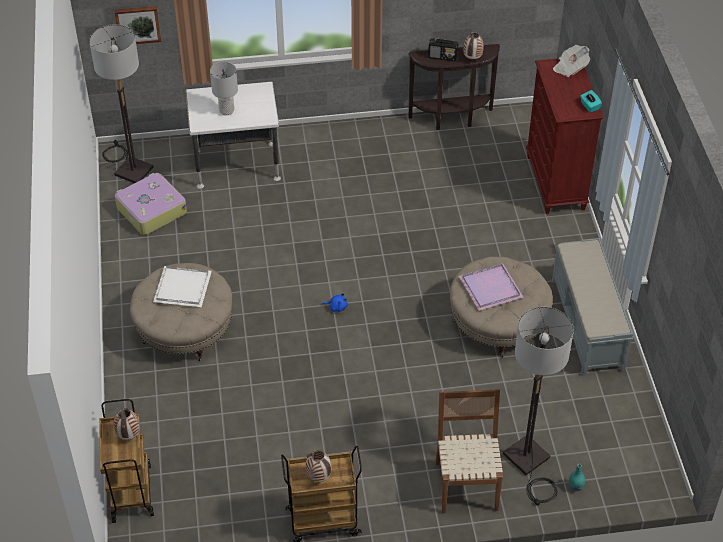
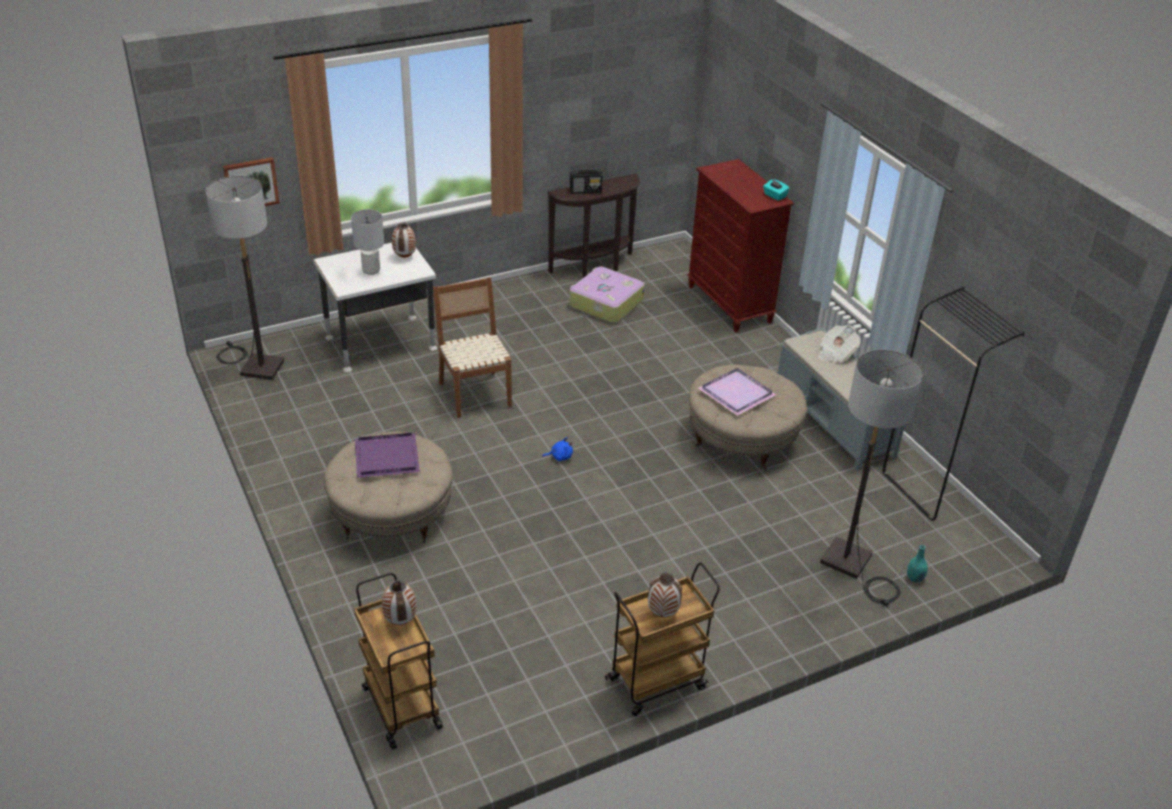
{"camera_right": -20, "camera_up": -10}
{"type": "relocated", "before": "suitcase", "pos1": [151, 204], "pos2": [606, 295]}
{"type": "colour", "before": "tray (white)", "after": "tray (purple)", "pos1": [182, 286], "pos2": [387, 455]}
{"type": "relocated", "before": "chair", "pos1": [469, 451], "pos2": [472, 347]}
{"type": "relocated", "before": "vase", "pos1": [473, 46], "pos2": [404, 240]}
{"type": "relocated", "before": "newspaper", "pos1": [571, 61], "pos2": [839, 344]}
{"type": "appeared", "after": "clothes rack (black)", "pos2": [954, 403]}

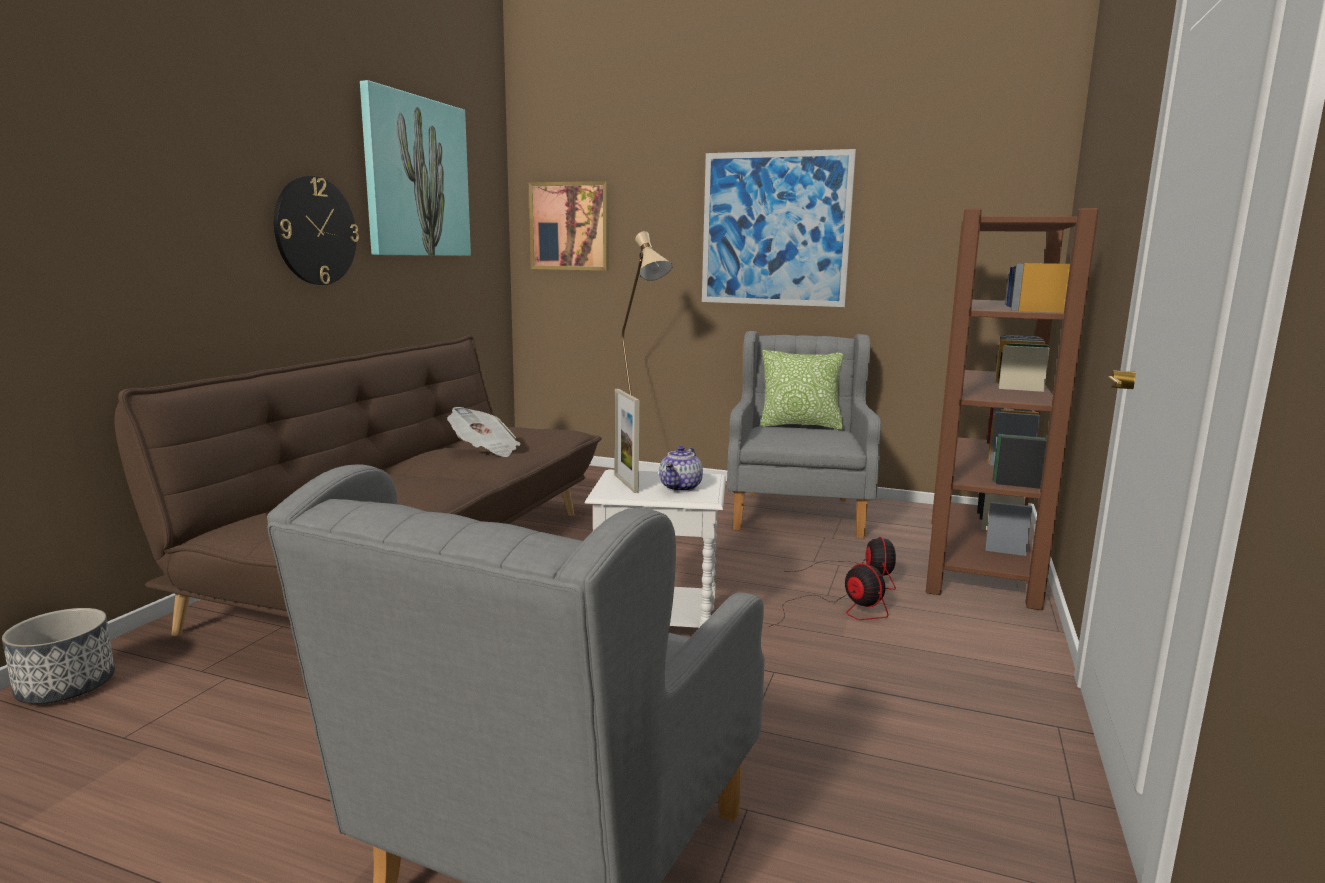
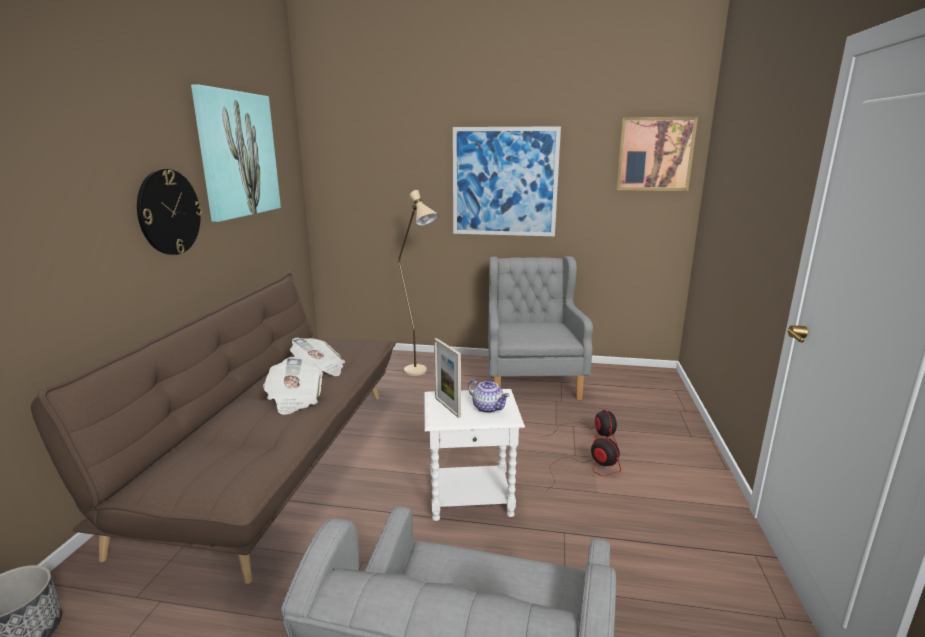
{"camera_right": -10, "camera_up": 5}
{"type": "relocated", "before": "picture", "pos1": [569, 226], "pos2": [657, 154]}
{"type": "spun", "before": "teapot", "pos1": [681, 469], "pos2": [489, 396], "turn": -60}
{"type": "missing", "before": "pillow", "pos1": [802, 390]}
{"type": "missing", "before": "bookcase (brown)", "pos1": [1012, 409]}
{"type": "appeared", "after": "newspaper", "pos2": [293, 386]}

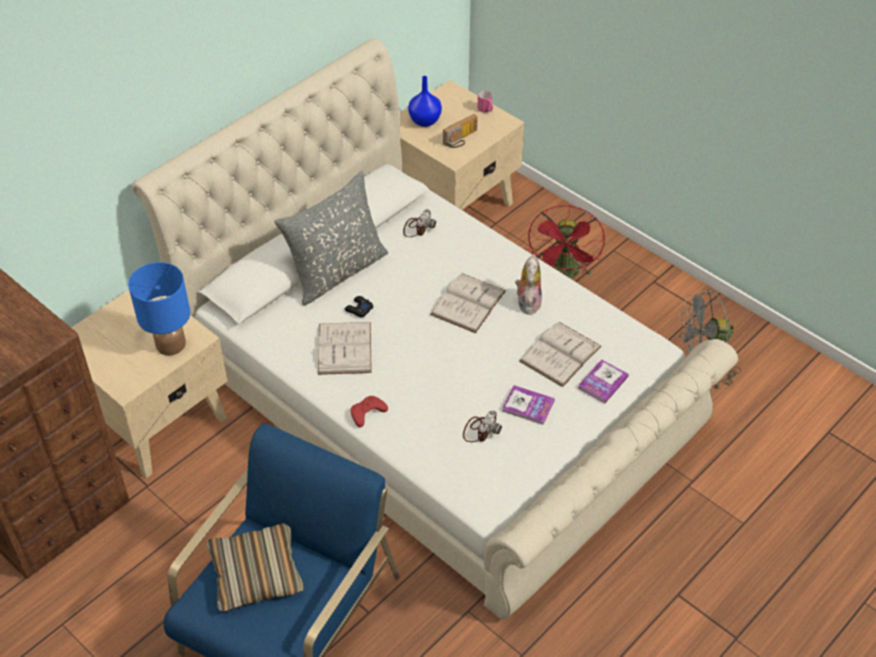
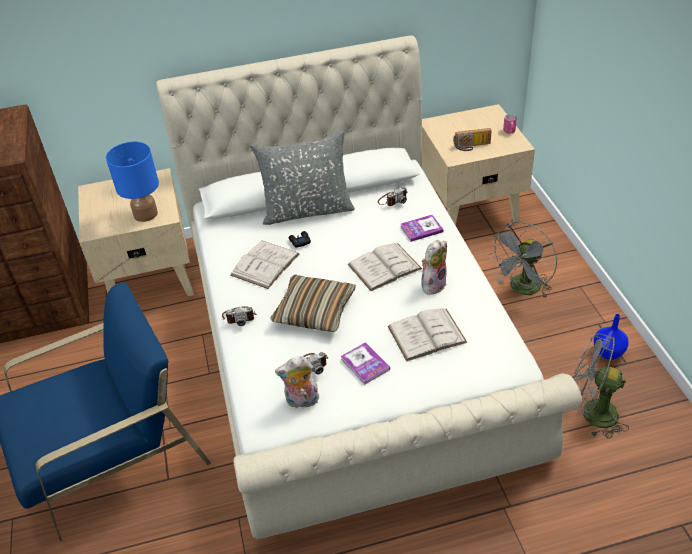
{"camera_right": 35, "camera_up": -5}
{"type": "relocated", "before": "pillow", "pos1": [255, 567], "pos2": [313, 303]}
{"type": "exchanged", "before": "game controller (red)", "after": "photo camera", "pos1": [369, 411], "pos2": [239, 316]}
{"type": "relocated", "before": "vase (blue)", "pos1": [425, 101], "pos2": [611, 337]}
{"type": "colour", "before": "fan (red)", "after": "fan (grey)", "pos1": [566, 242], "pos2": [523, 260]}
{"type": "relocated", "before": "book", "pos1": [603, 381], "pos2": [422, 228]}
{"type": "appeared", "after": "plush toy", "pos2": [297, 382]}

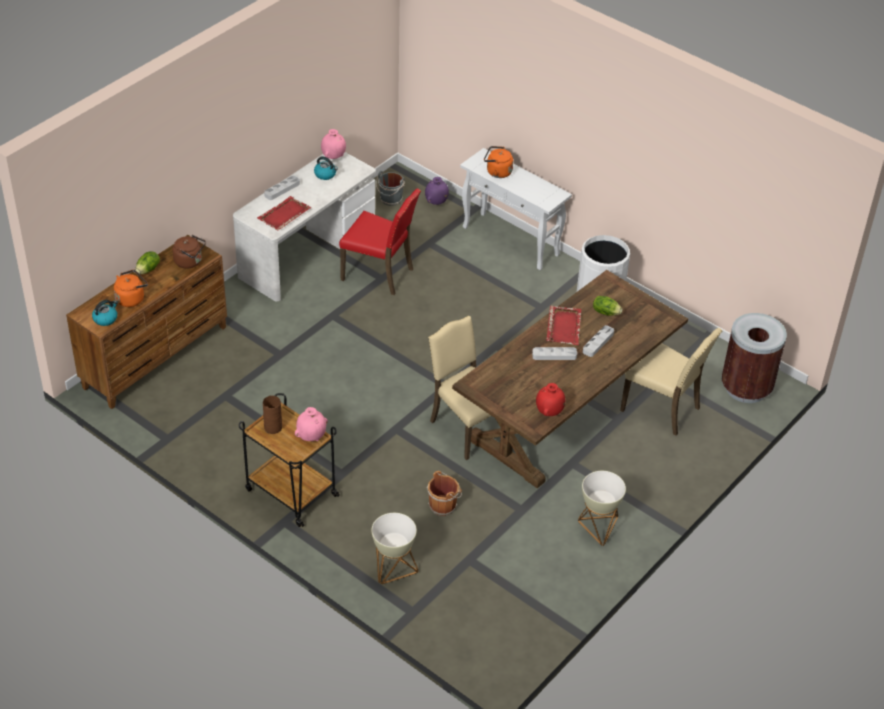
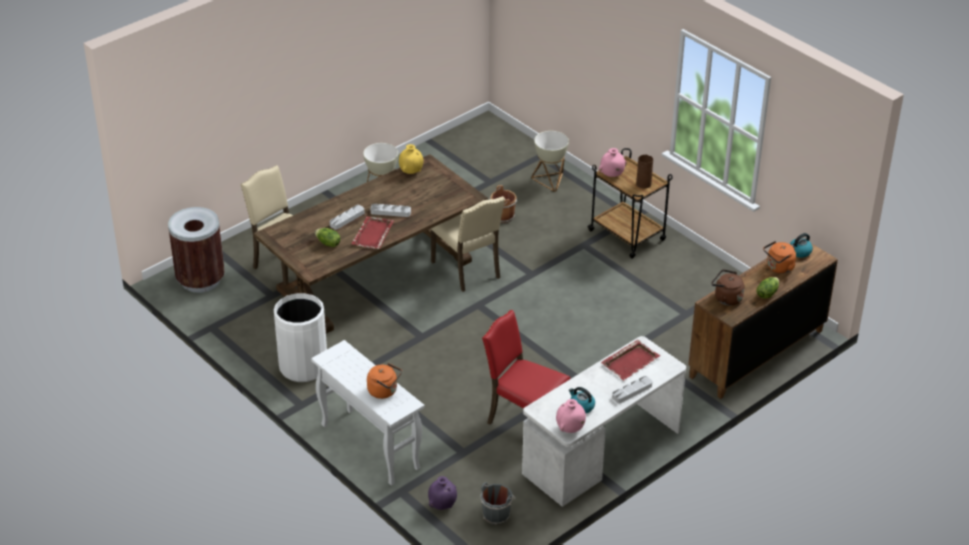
{"camera_right": -170, "camera_up": -5}
{"type": "colour", "before": "vase (red)", "after": "vase (yellow)", "pos1": [550, 399], "pos2": [411, 159]}

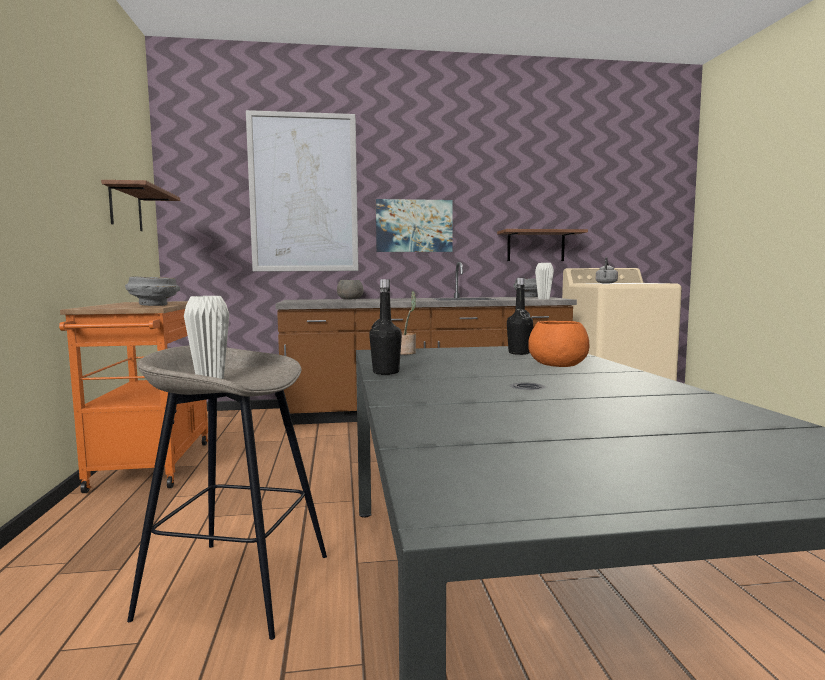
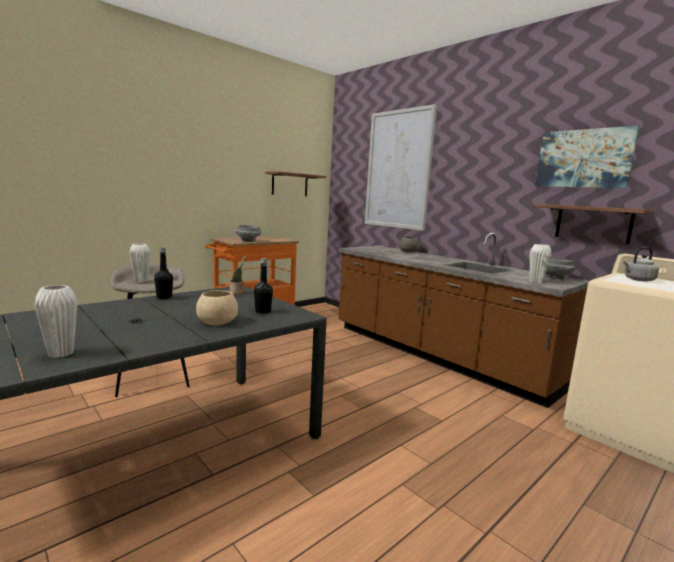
{"camera_right": 55, "camera_up": 5}
{"type": "relocated", "before": "picture", "pos1": [414, 225], "pos2": [587, 156]}
{"type": "colour", "before": "bowl (orange)", "after": "bowl (beige)", "pos1": [558, 344], "pos2": [217, 307]}
{"type": "appeared", "after": "vase (white)", "pos2": [55, 321]}

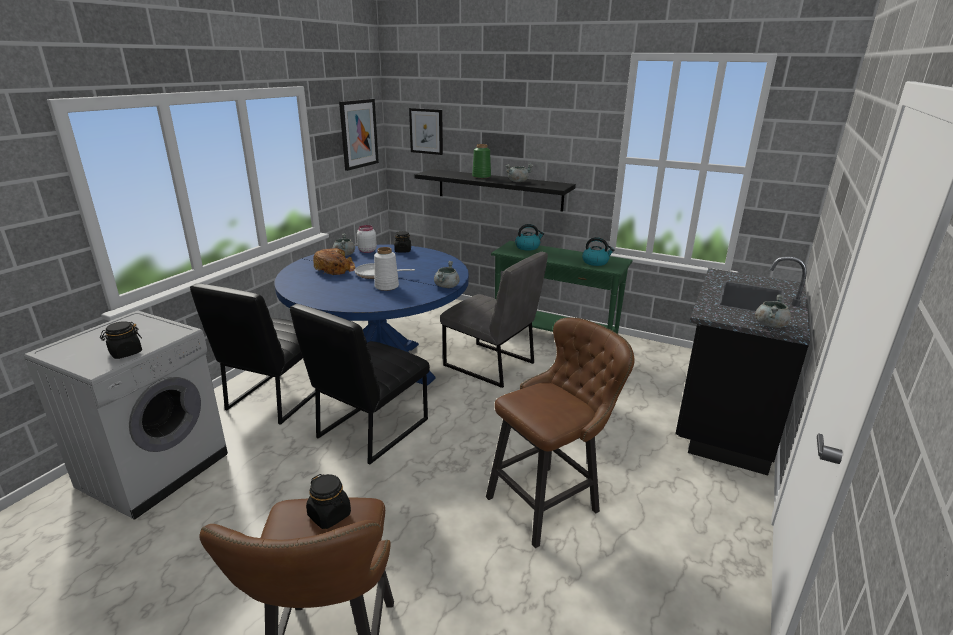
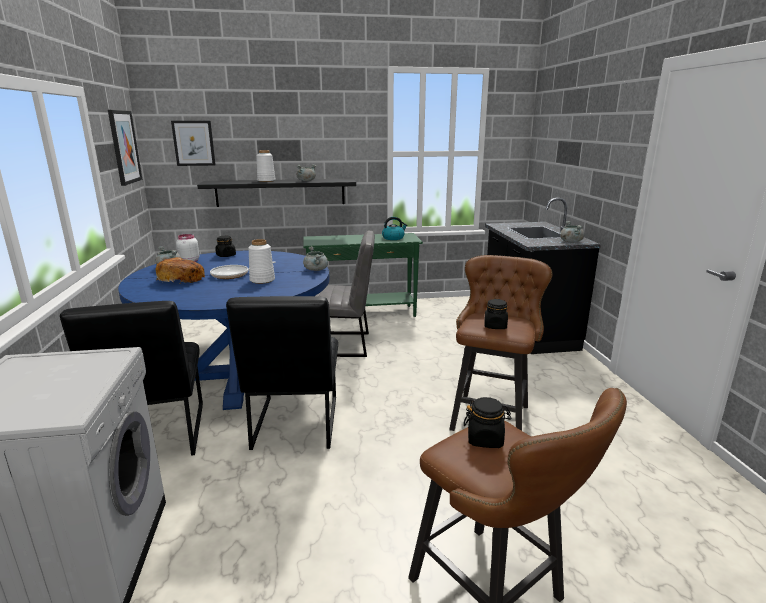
{"camera_right": -35, "camera_up": -5}
{"type": "relocated", "before": "jar (black)", "pos1": [121, 340], "pos2": [496, 314]}
{"type": "colour", "before": "vase (green)", "after": "vase (white)", "pos1": [481, 161], "pos2": [266, 166]}
{"type": "missing", "before": "kettle", "pos1": [529, 237]}

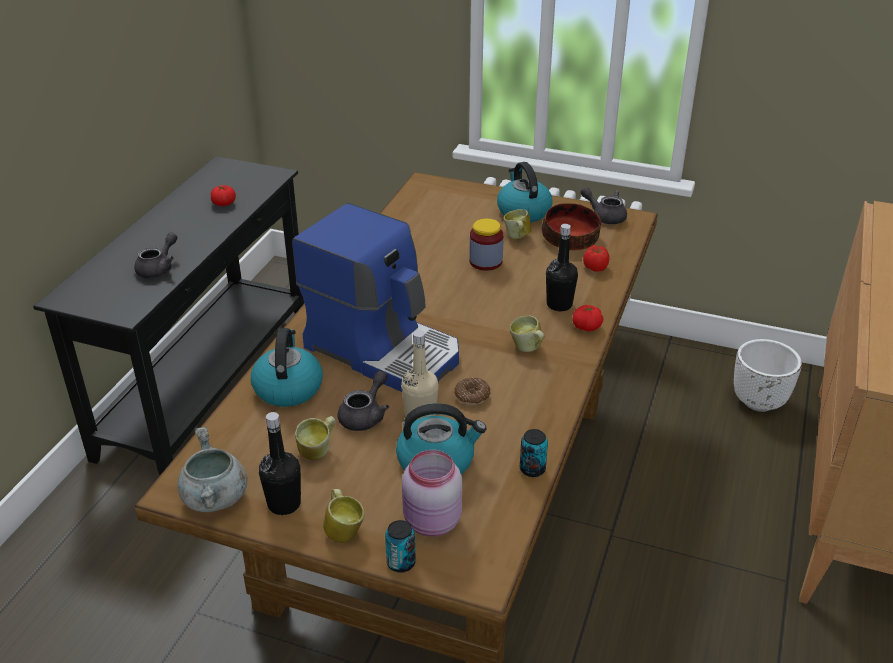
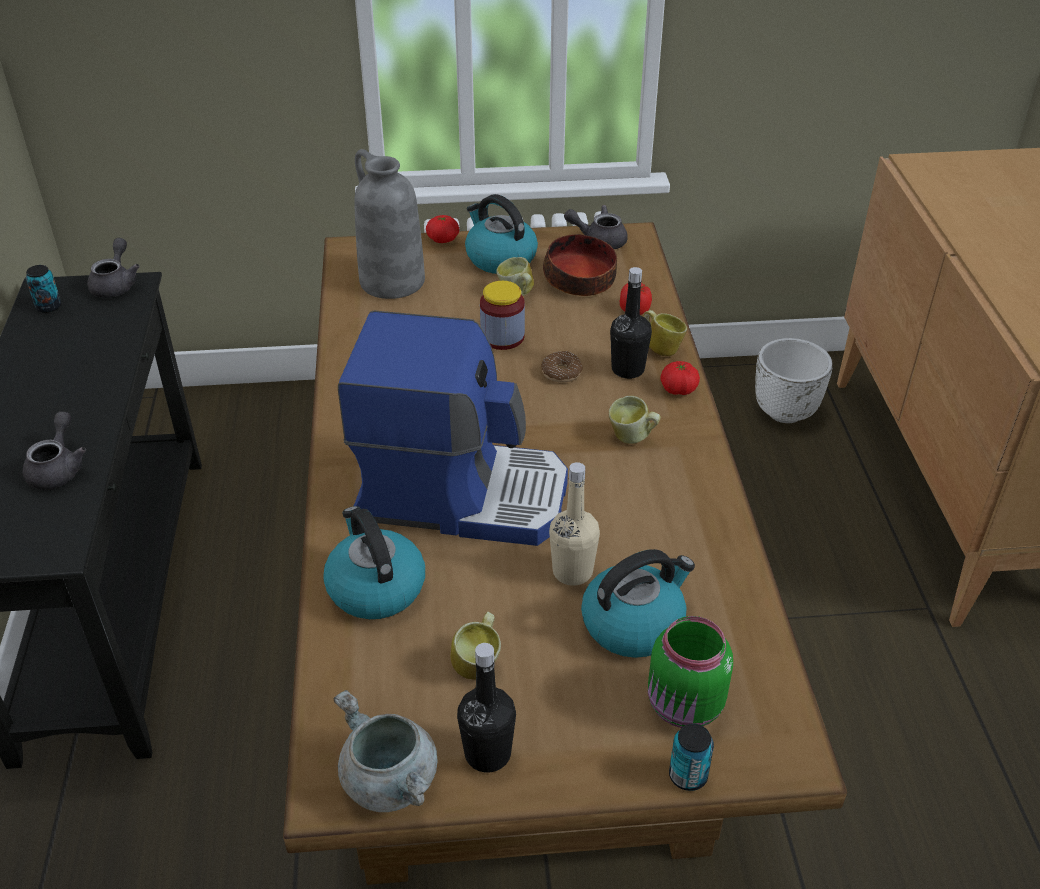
{"camera_right": -25, "camera_up": 5}
{"type": "relocated", "before": "tomato", "pos1": [223, 195], "pos2": [442, 229]}
{"type": "relocated", "before": "mug", "pos1": [343, 516], "pos2": [665, 333]}
{"type": "relocated", "before": "teapot (grey)", "pos1": [363, 400], "pos2": [113, 268]}
{"type": "colour", "before": "jar (pink)", "after": "jar (green)", "pos1": [432, 493], "pos2": [690, 672]}
{"type": "relocated", "before": "donut", "pos1": [472, 391], "pos2": [562, 367]}
{"type": "relocated", "before": "can", "pos1": [534, 453], "pos2": [43, 289]}
{"type": "appeared", "after": "vase (grey)", "pos2": [389, 224]}

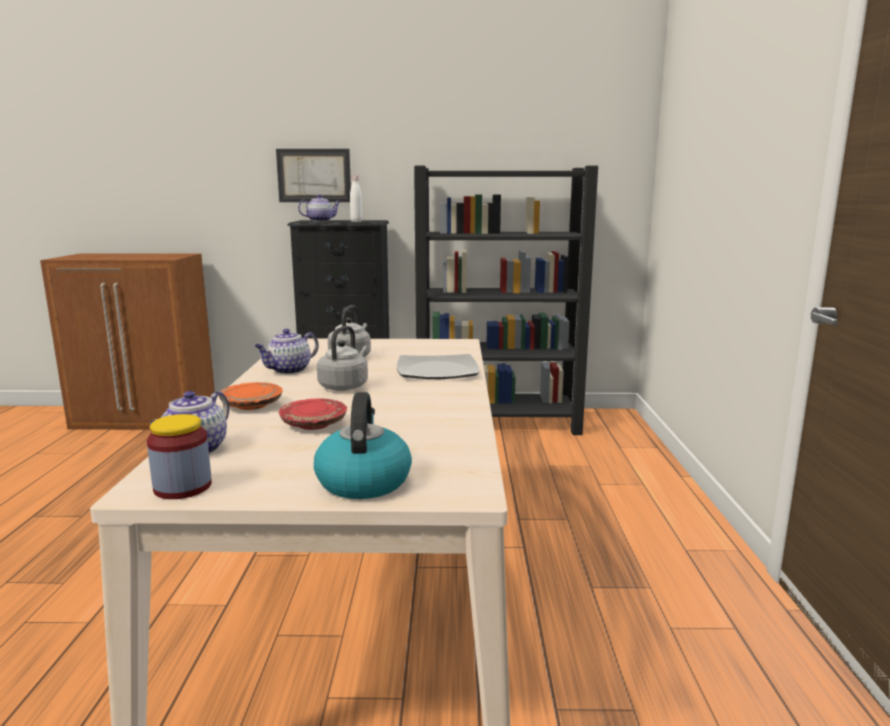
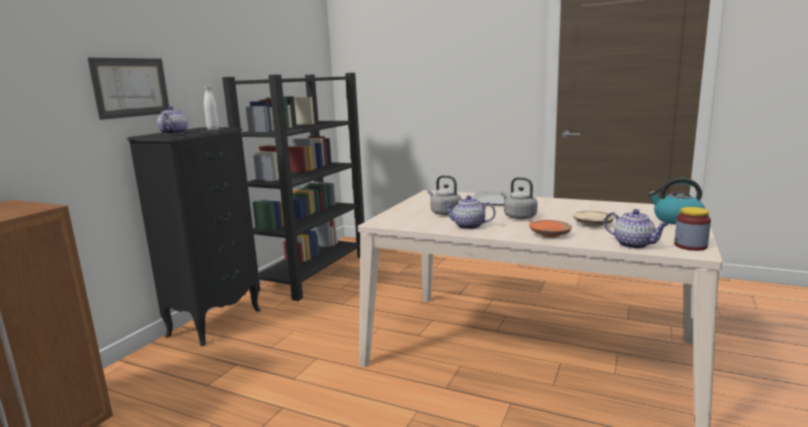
{"camera_right": -65, "camera_up": 0}
{"type": "spun", "before": "teapot", "pos1": [287, 351], "pos2": [469, 212], "turn": 135}
{"type": "colour", "before": "plate (red)", "after": "plate (beige)", "pos1": [313, 414], "pos2": [593, 219]}

